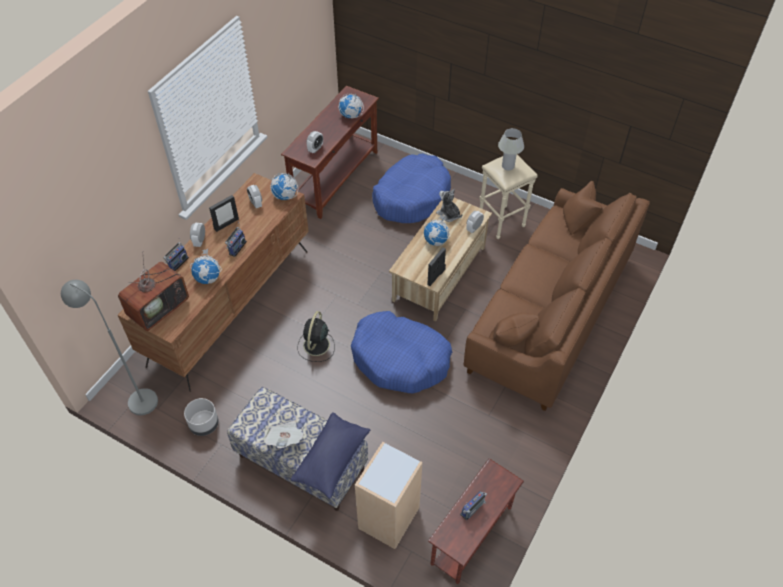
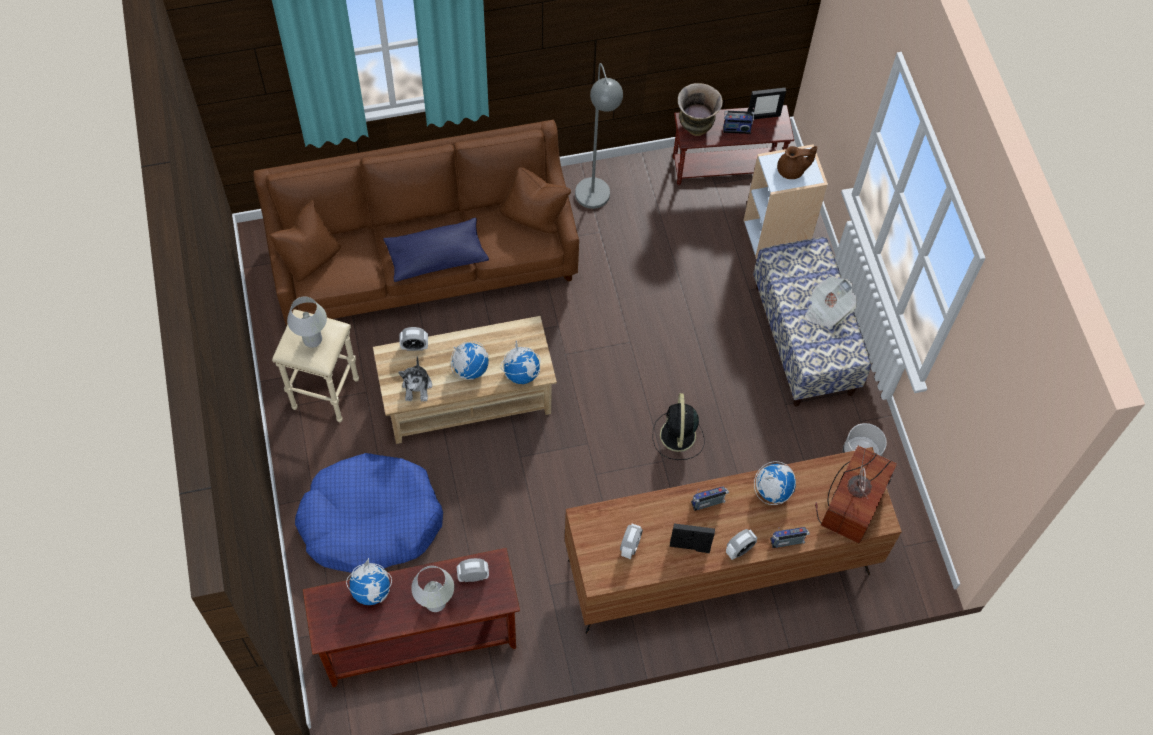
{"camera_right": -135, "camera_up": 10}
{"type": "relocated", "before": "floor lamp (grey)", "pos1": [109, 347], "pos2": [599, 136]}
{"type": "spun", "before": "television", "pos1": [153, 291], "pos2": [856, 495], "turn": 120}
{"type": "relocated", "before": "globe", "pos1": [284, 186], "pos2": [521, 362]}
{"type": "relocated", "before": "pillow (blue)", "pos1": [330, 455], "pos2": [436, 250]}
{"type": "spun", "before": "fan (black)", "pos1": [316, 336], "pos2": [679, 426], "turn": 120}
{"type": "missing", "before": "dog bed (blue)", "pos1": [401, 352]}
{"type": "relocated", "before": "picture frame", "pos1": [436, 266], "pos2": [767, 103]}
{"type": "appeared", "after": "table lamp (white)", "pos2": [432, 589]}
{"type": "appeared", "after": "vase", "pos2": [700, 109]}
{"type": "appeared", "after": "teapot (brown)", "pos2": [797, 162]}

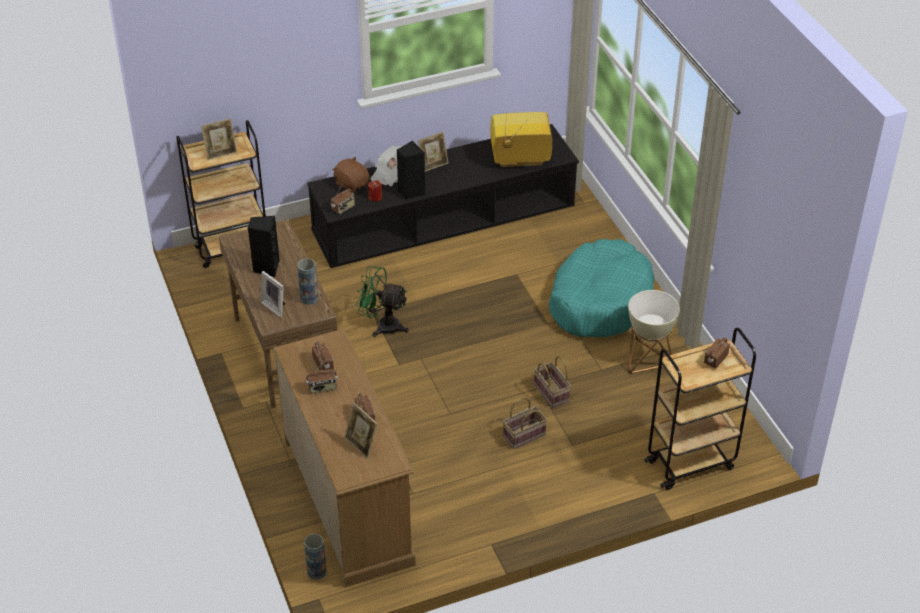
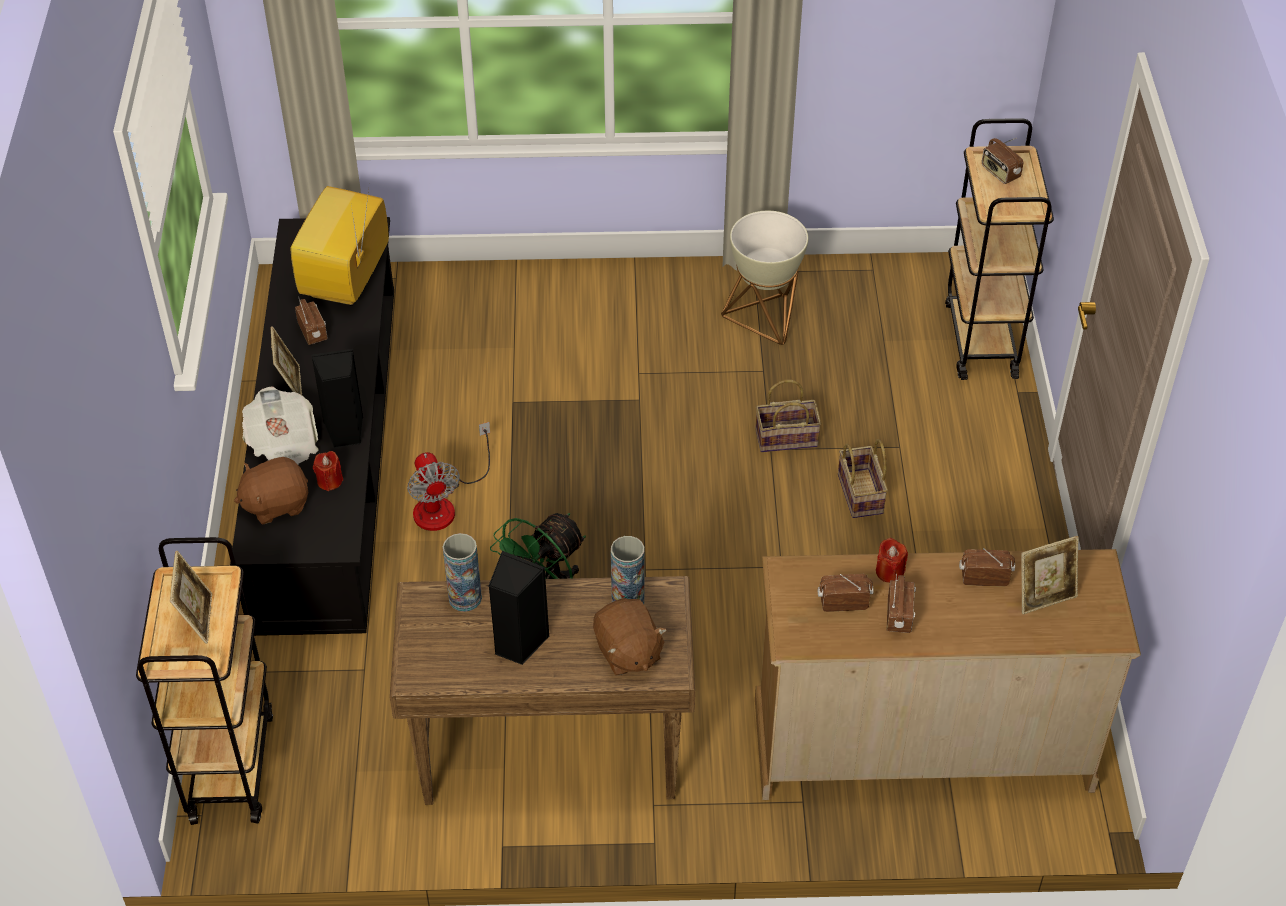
{"camera_right": -70, "camera_up": 5}
{"type": "exchanged", "before": "picture frame", "after": "plush toy (brown)", "pos1": [273, 294], "pos2": [630, 637]}
{"type": "relocated", "before": "vase", "pos1": [315, 557], "pos2": [462, 572]}
{"type": "relocated", "before": "radio", "pos1": [343, 198], "pos2": [311, 322]}
{"type": "missing", "before": "dog bed (turquoise)", "pos1": [602, 288]}
{"type": "appeared", "after": "fan", "pos2": [448, 476]}
{"type": "appeared", "after": "candle (red)", "pos2": [892, 560]}

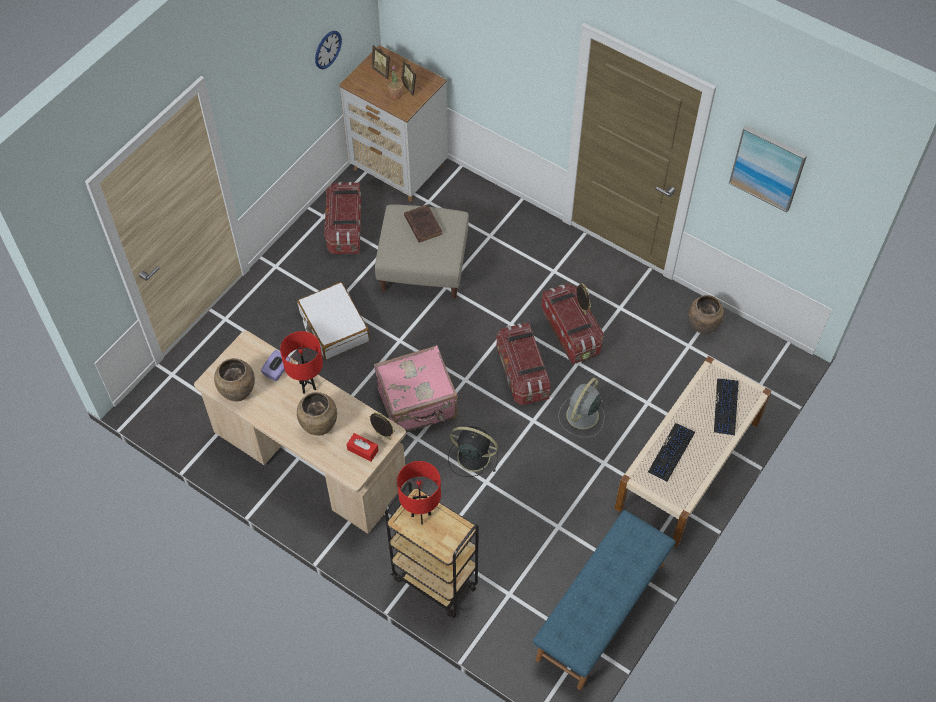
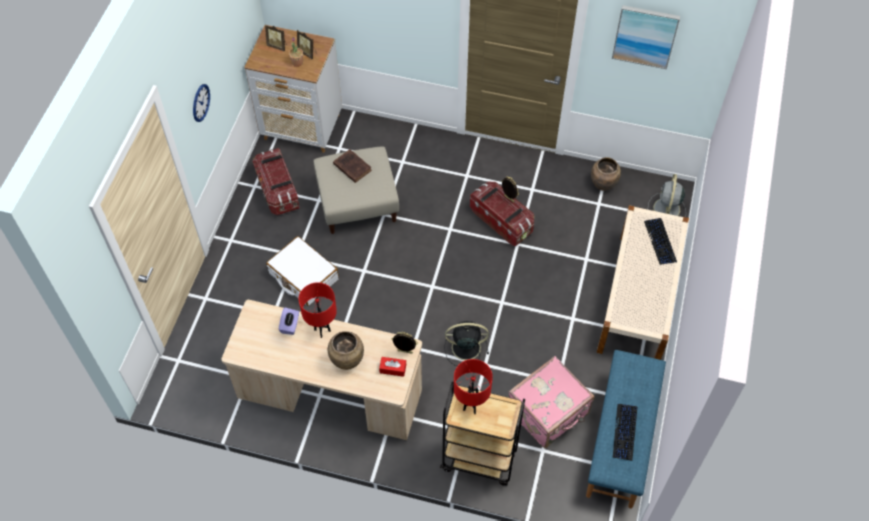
{"camera_right": -20, "camera_up": 0}
{"type": "missing", "before": "vase (brown)", "pos1": [234, 379]}
{"type": "relocated", "before": "wall clock", "pos1": [328, 50], "pos2": [201, 103]}
{"type": "relocated", "before": "suitcase (pink)", "pos1": [416, 389], "pos2": [551, 402]}
{"type": "missing", "before": "storage box", "pos1": [523, 364]}
{"type": "relocated", "before": "fan (grey)", "pos1": [581, 408], "pos2": [667, 195]}
{"type": "relocated", "before": "keyboard", "pos1": [671, 452], "pos2": [625, 432]}

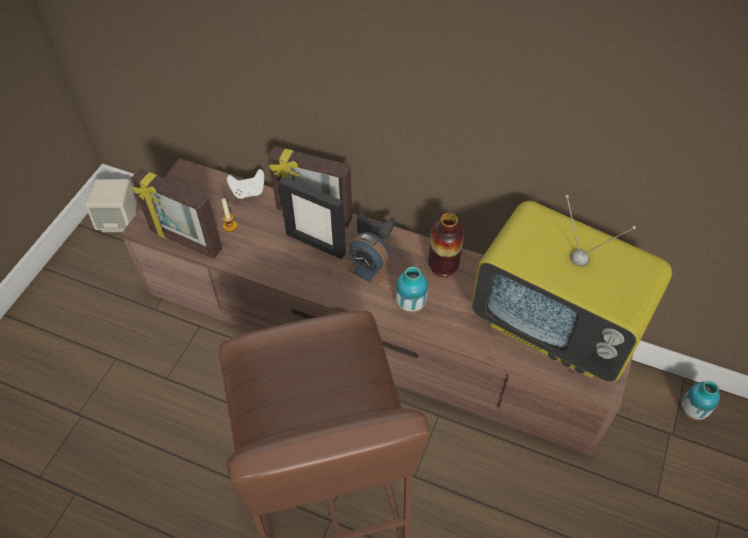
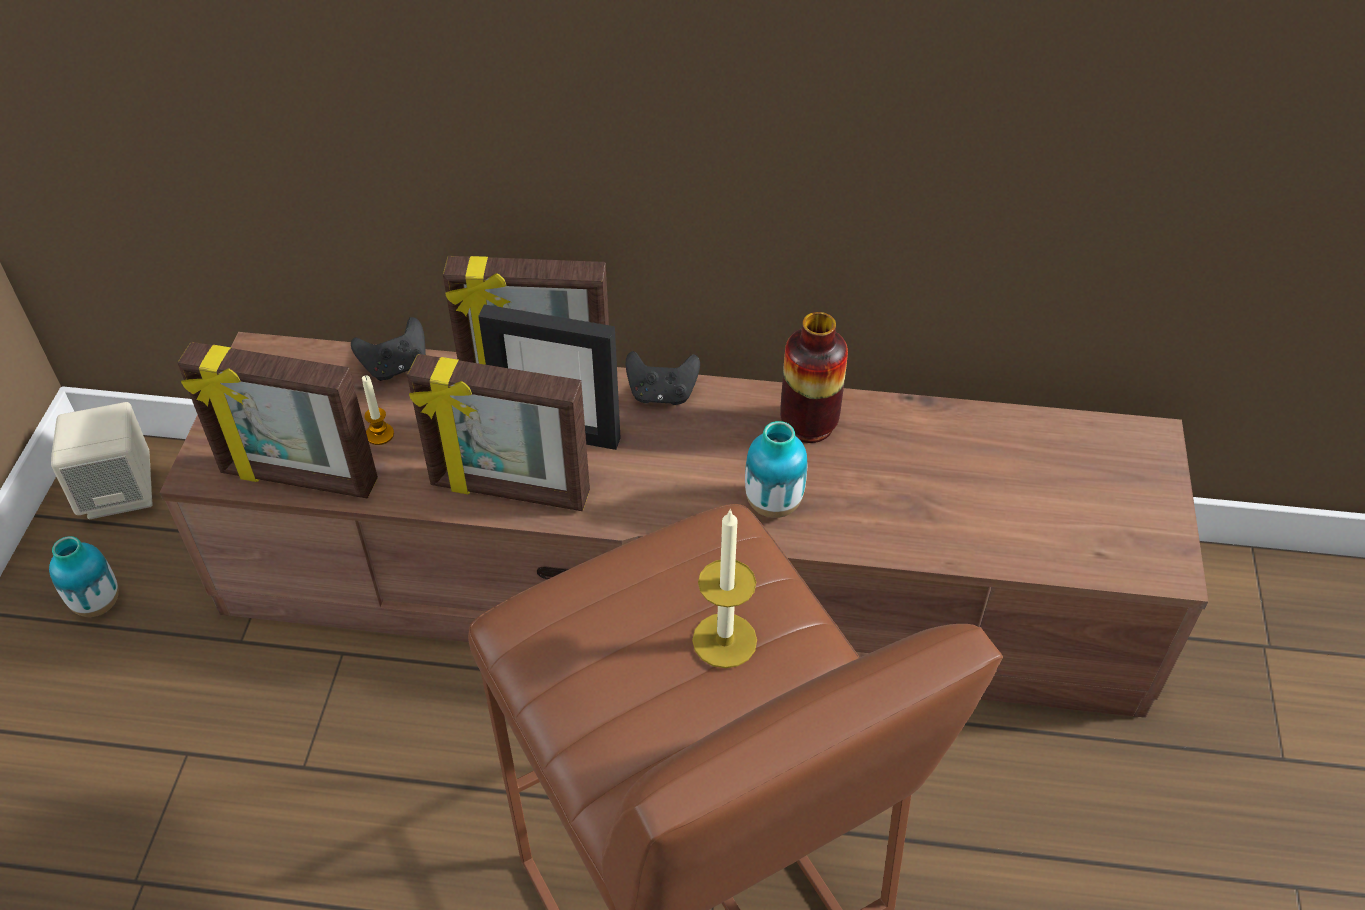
{"camera_right": -15, "camera_up": -5}
{"type": "colour", "before": "game controller (white)", "after": "game controller (black)", "pos1": [245, 184], "pos2": [388, 349]}
{"type": "missing", "before": "alarm clock", "pos1": [369, 259]}
{"type": "missing", "before": "television", "pos1": [571, 288]}
{"type": "relocated", "before": "vase", "pos1": [700, 400], "pos2": [84, 576]}
{"type": "appeared", "after": "picture frame", "pos2": [498, 432]}
{"type": "appeared", "after": "candle", "pos2": [724, 588]}

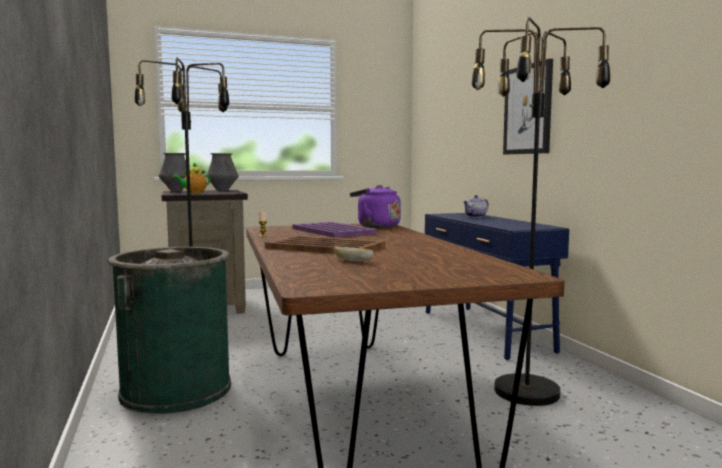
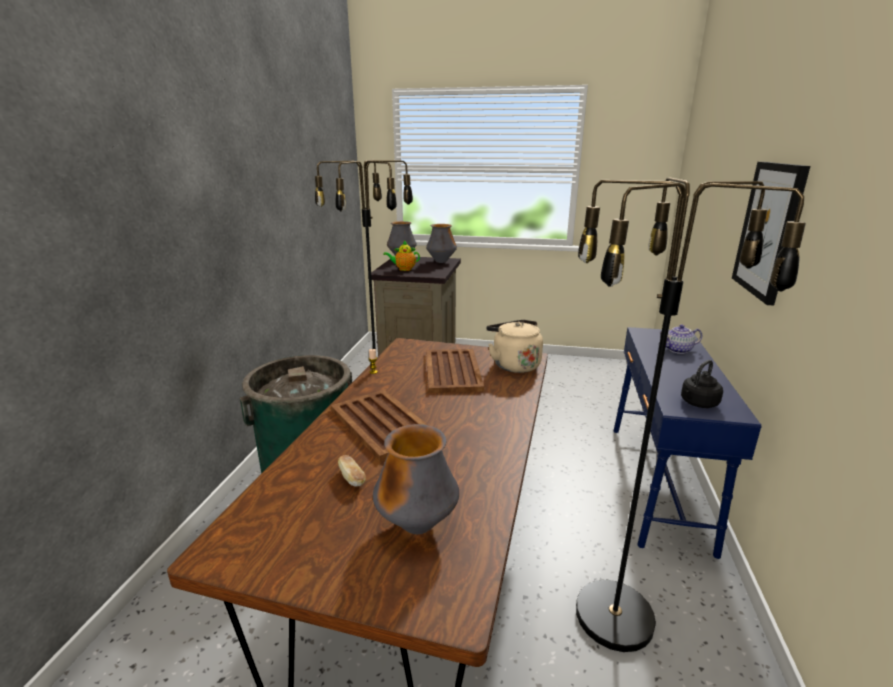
{"camera_right": 30, "camera_up": 15}
{"type": "colour", "before": "tray (purple)", "after": "tray (brown)", "pos1": [334, 230], "pos2": [455, 371]}
{"type": "colour", "before": "kettle (purple)", "after": "kettle (beige)", "pos1": [375, 206], "pos2": [514, 346]}
{"type": "appeared", "after": "vase", "pos2": [416, 479]}
{"type": "appeared", "after": "kettle (black)", "pos2": [702, 384]}

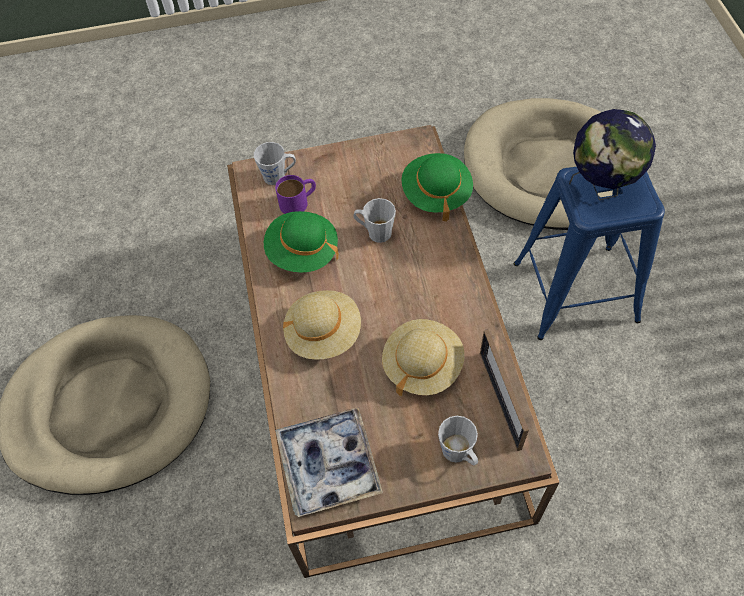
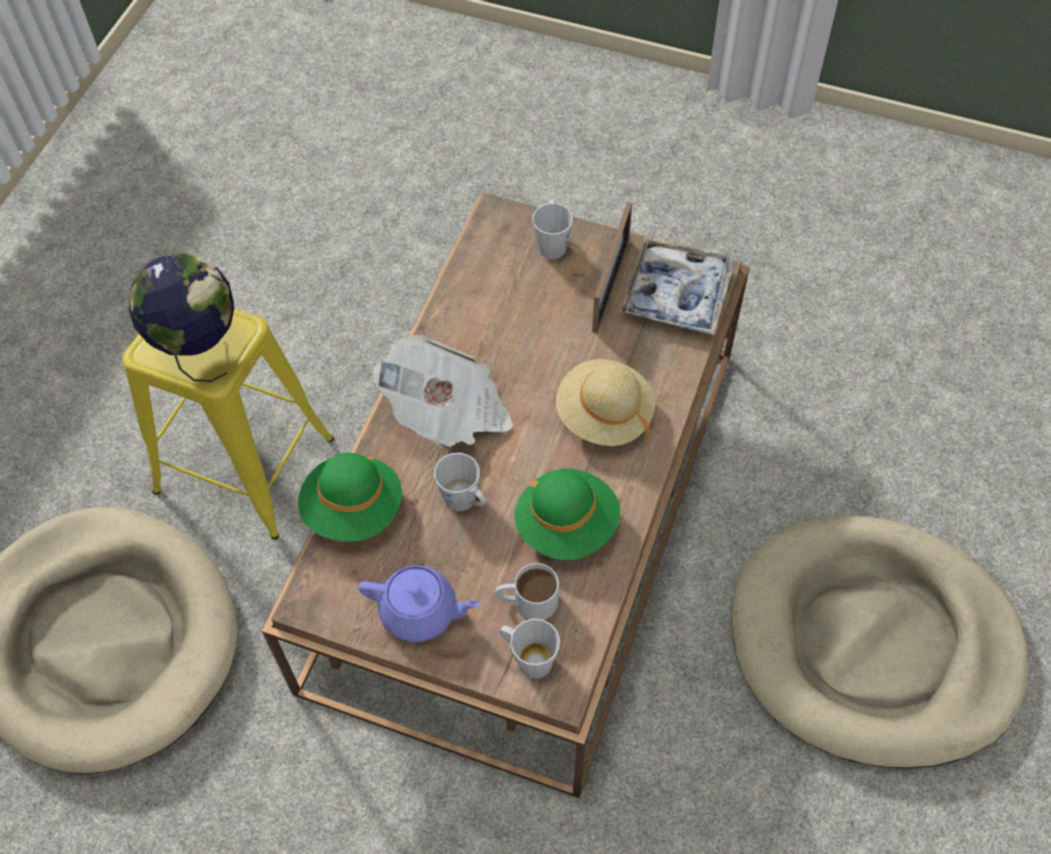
{"camera_right": -150, "camera_up": 0}
{"type": "colour", "before": "mug (purple)", "after": "mug (white)", "pos1": [295, 194], "pos2": [527, 591]}
{"type": "missing", "before": "hat (beige)", "pos1": [423, 358]}
{"type": "relocated", "before": "picture frame", "pos1": [504, 390], "pos2": [612, 267]}
{"type": "colour", "before": "stool (blue)", "after": "stool (yellow)", "pos1": [589, 253], "pos2": [228, 424]}
{"type": "appeared", "after": "teapot (purple)", "pos2": [419, 603]}
{"type": "appeared", "after": "newspaper", "pos2": [443, 391]}

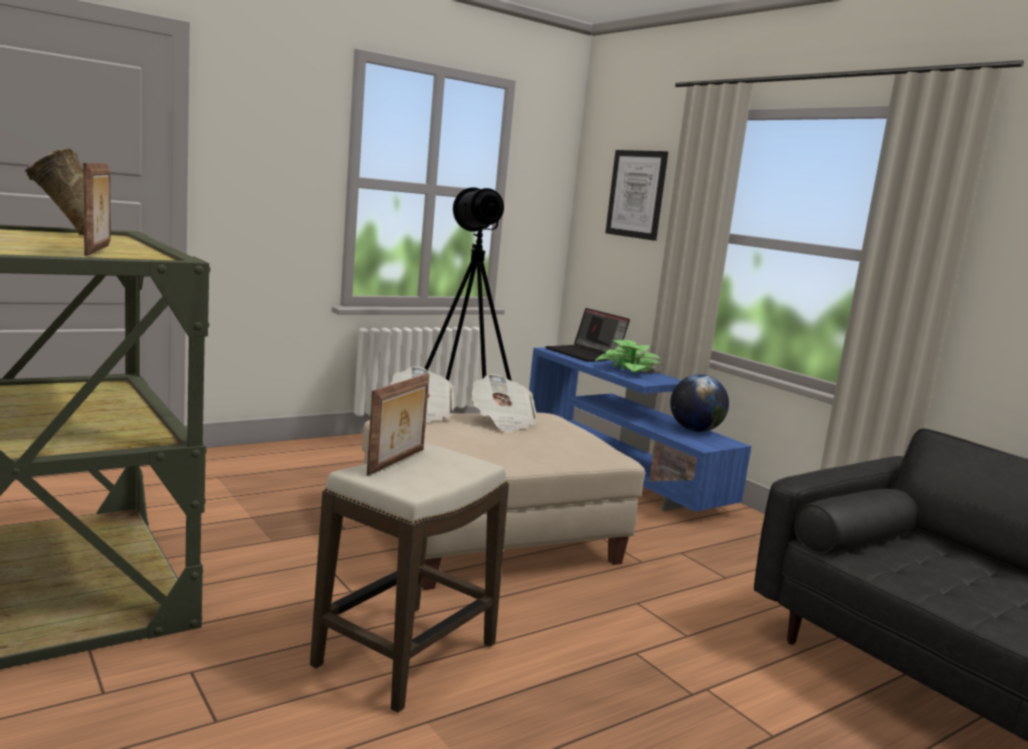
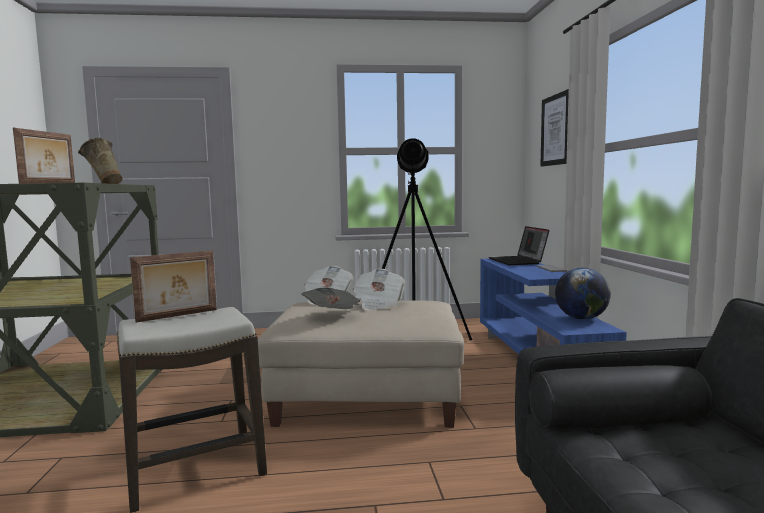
{"camera_right": 30, "camera_up": -5}
{"type": "missing", "before": "potted plant", "pos1": [629, 356]}
{"type": "appeared", "after": "newspaper", "pos2": [331, 298]}

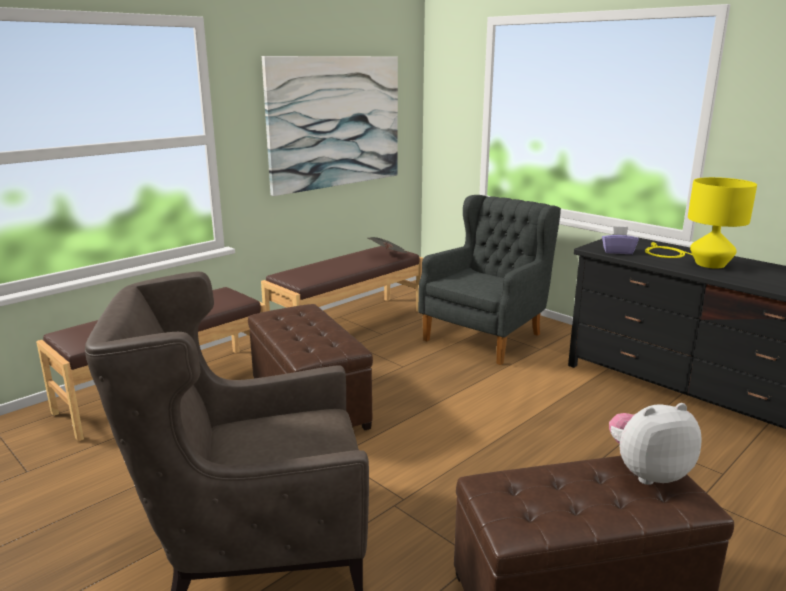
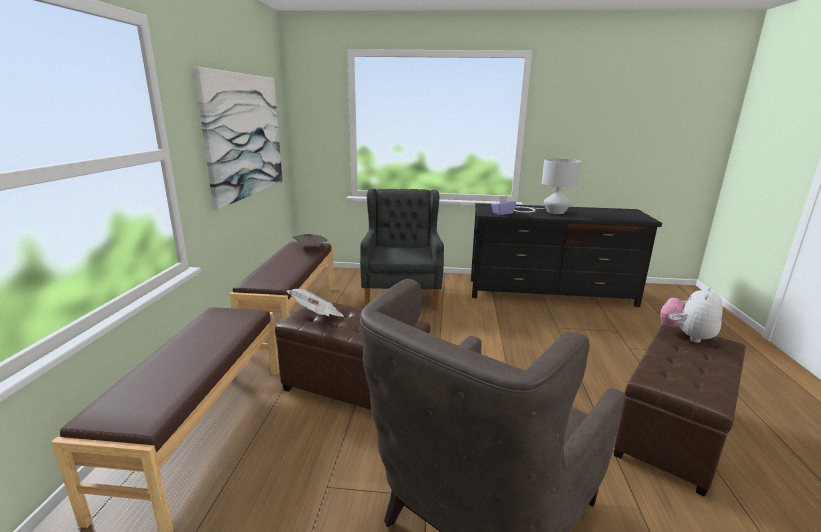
{"camera_right": -40, "camera_up": 0}
{"type": "colour", "before": "table lamp (yellow)", "after": "table lamp (white)", "pos1": [701, 223], "pos2": [547, 186]}
{"type": "appeared", "after": "newspaper", "pos2": [315, 303]}

